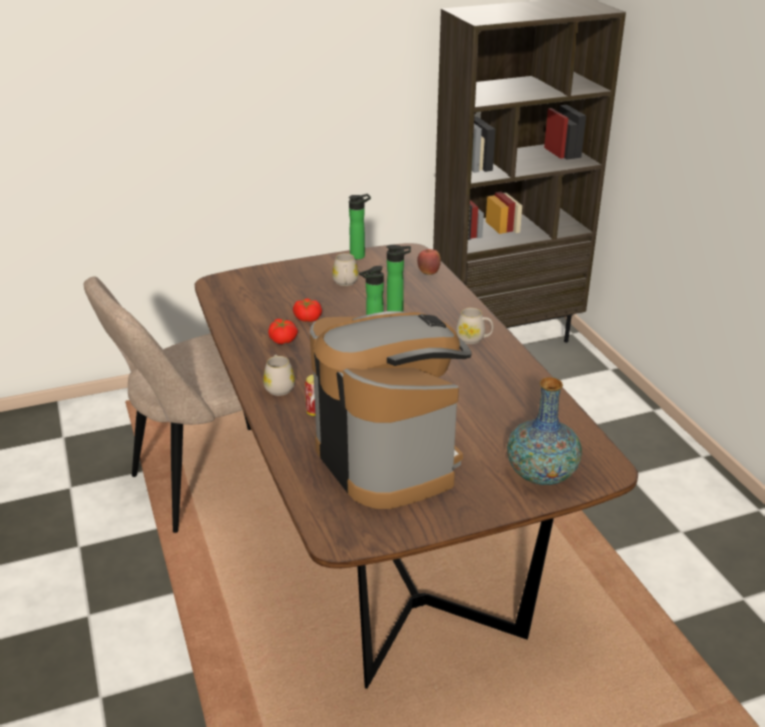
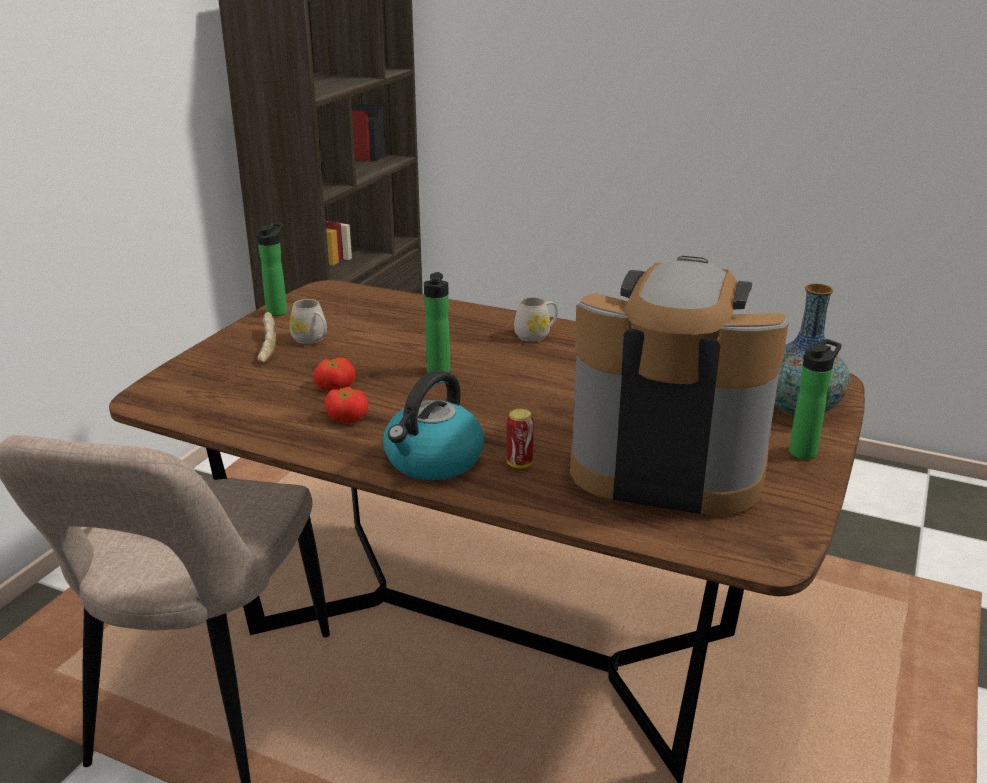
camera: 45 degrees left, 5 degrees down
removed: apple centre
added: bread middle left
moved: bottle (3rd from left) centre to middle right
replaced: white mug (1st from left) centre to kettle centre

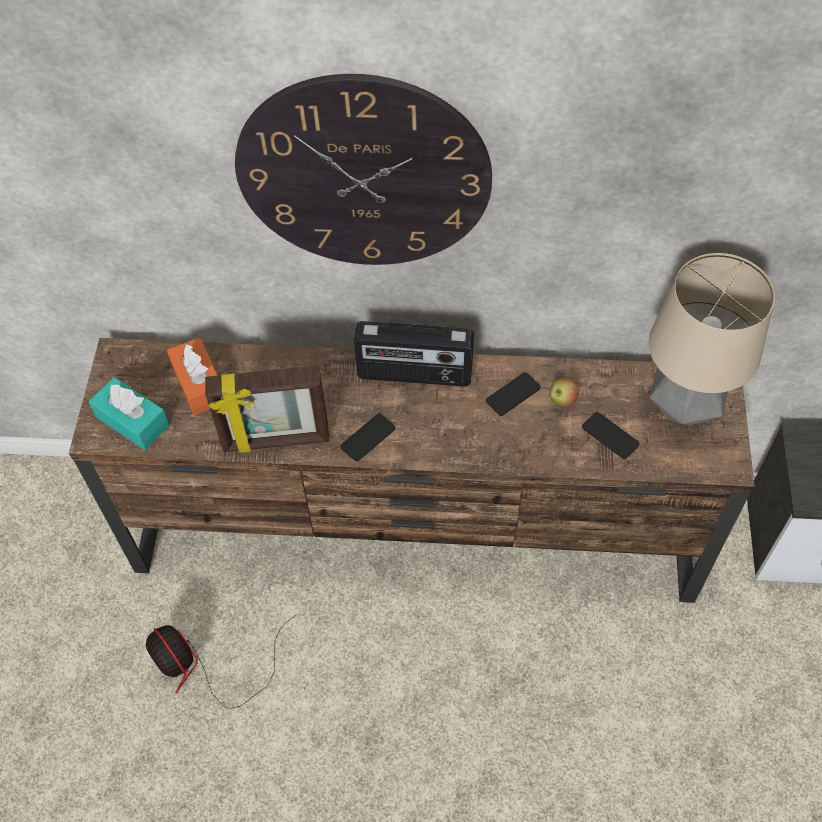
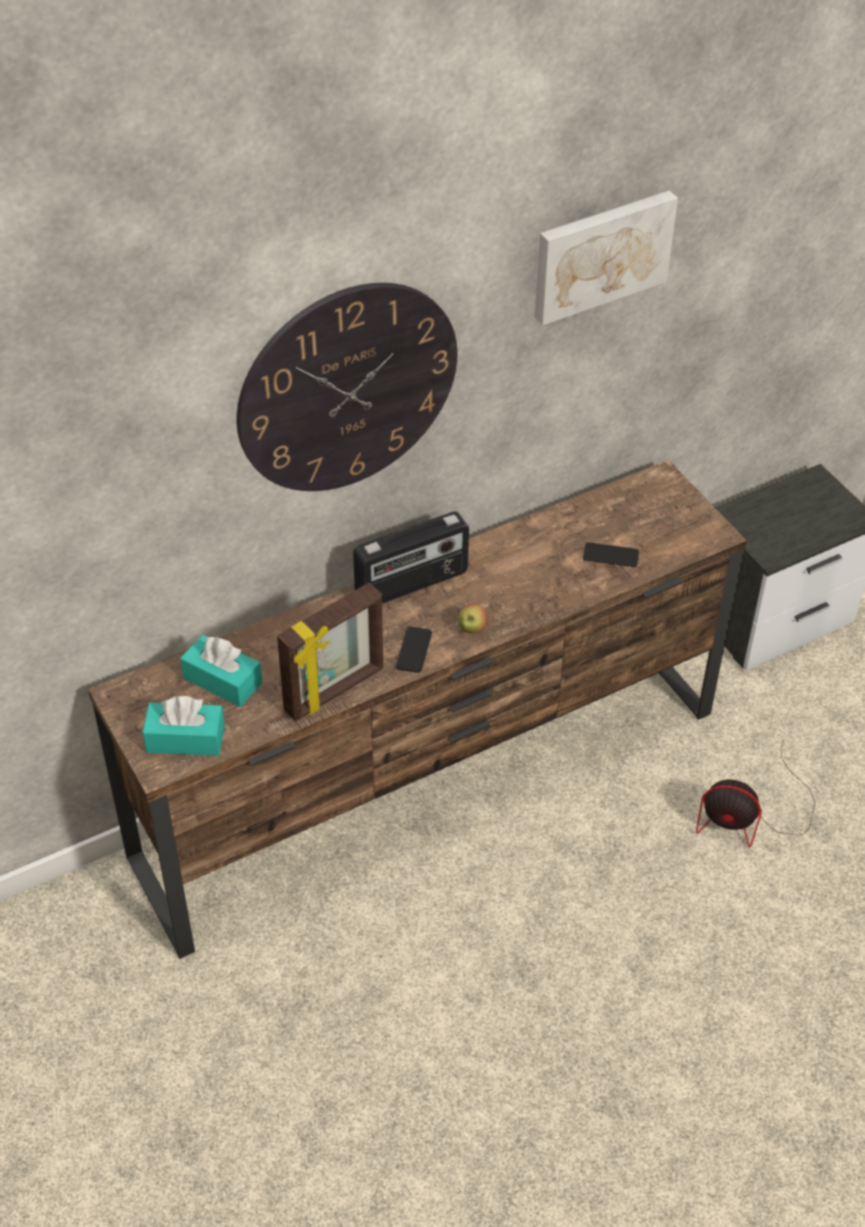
camera: 35 degrees left, 10 degrees down
removed: table lamp middle right; phone (2nd from left) centre
added: picture top right
moved: apple middle right to centre; fan bottom left to middle right
recoloured: orange tissue box middle left to turquoise tissue box (2nd from left) middle left

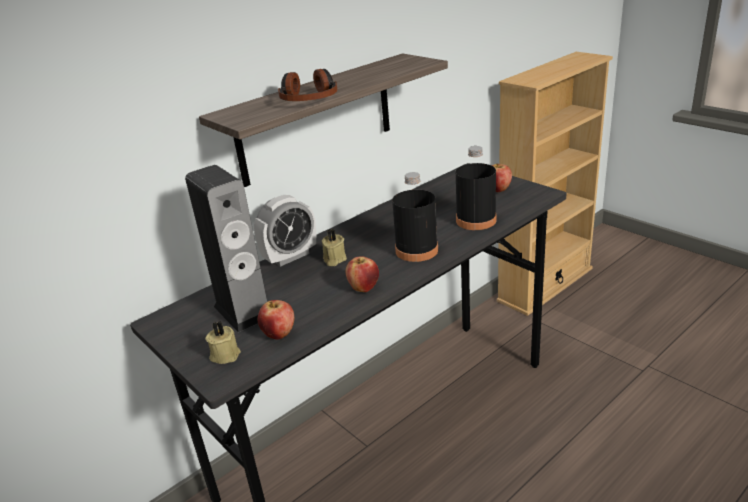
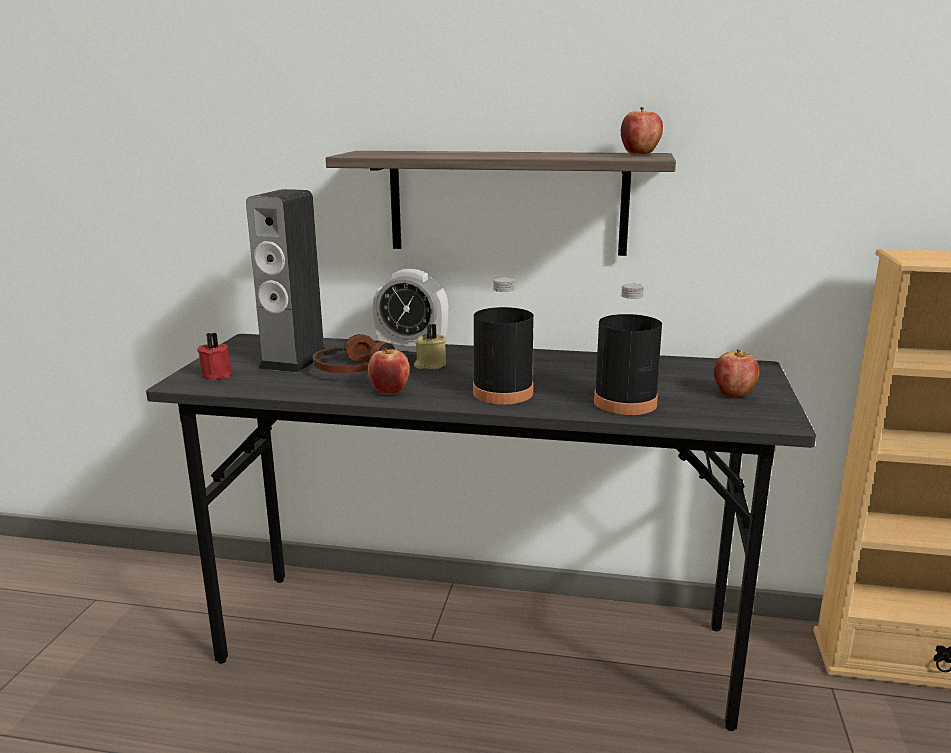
camera: 50 degrees right, 10 degrees down
moved: headphones top centre to centre; apple (1st from left in the first image) centre to apple (2nd from left) top right
recoloured: beige candle (1st from left) bottom left to red candle middle left

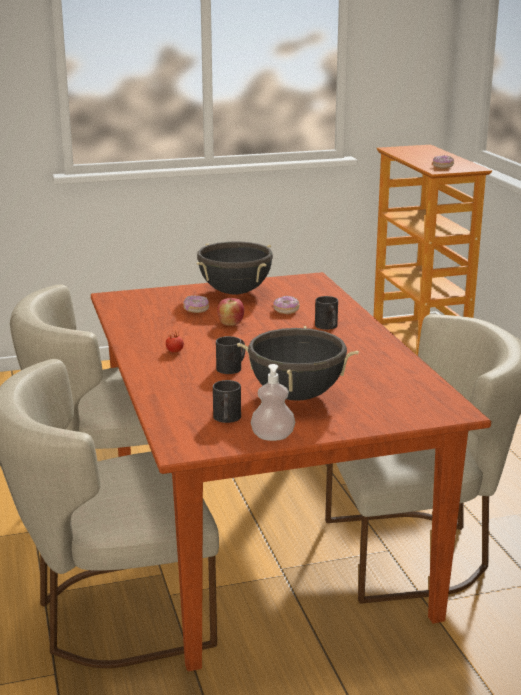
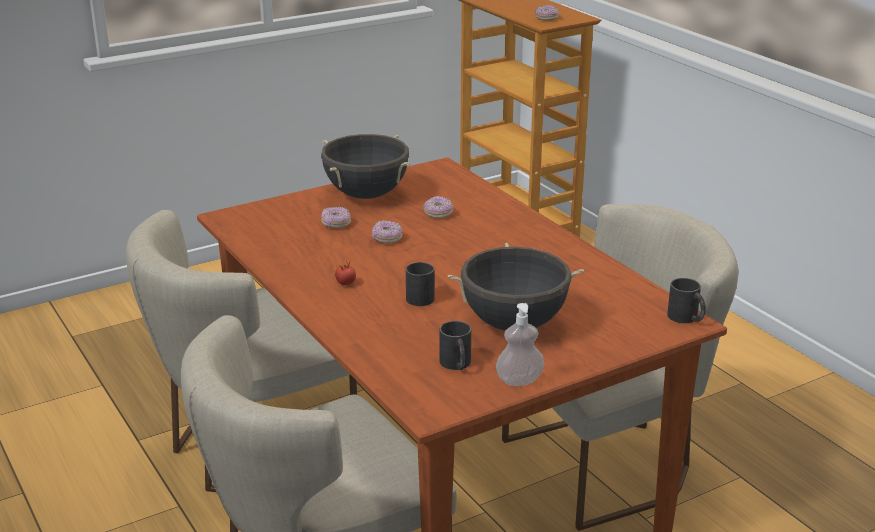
camera: 15 degrees left, 5 degrees up
moved: black mug (3rd from left) centre to middle right
replaced: apple centre to donut (2nd from left) centre

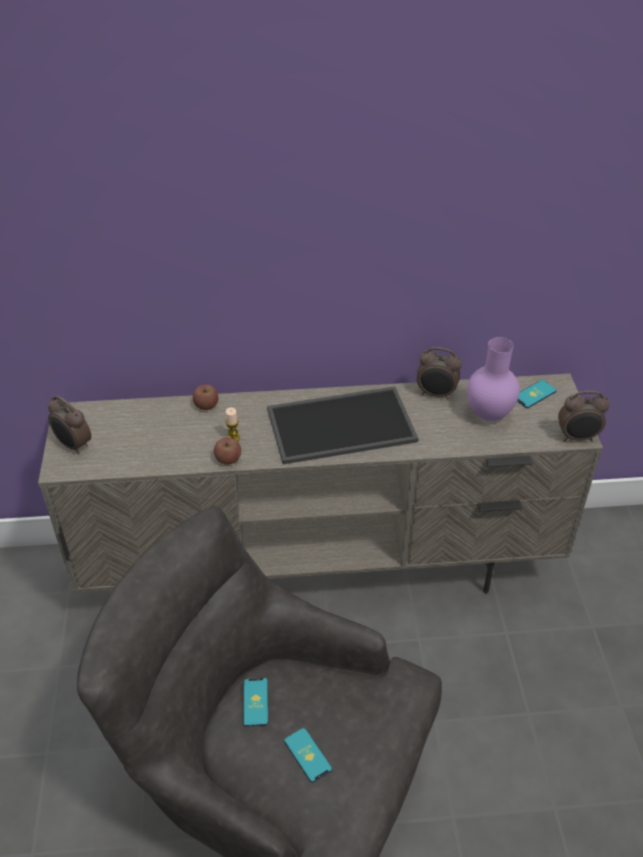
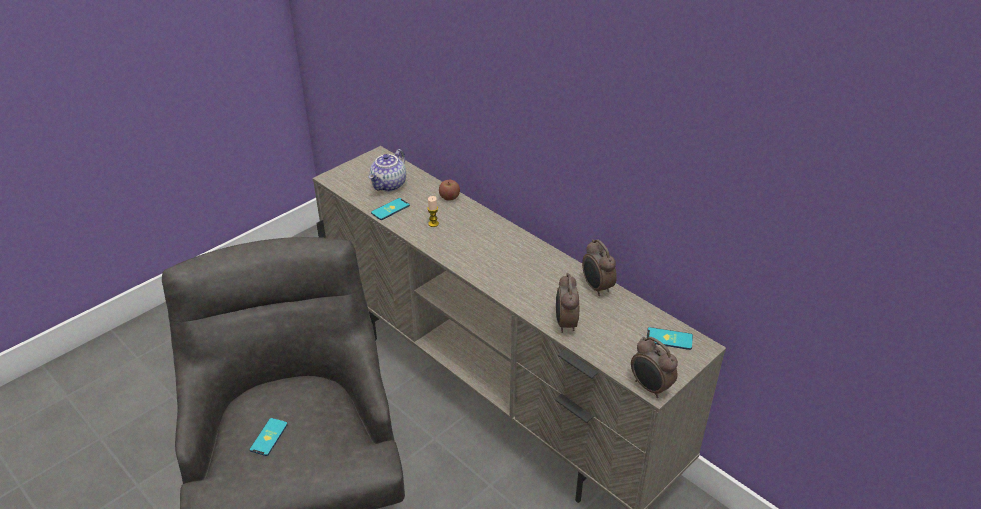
camera: 50 degrees right, 5 degrees down
removed: purple vase middle right; tray centre; apple (2nd from left) centre
added: teapot centre
moved: alarm clock (1st from left) middle left to centre; phone (1st from left in the first image) bottom centre to phone (2nd from left) centre

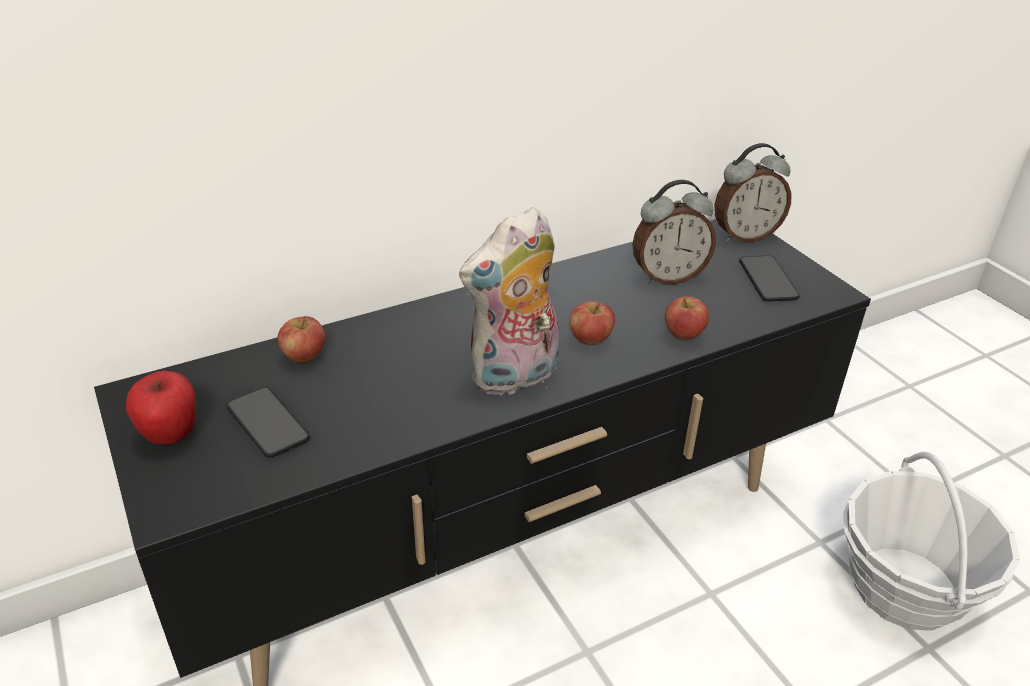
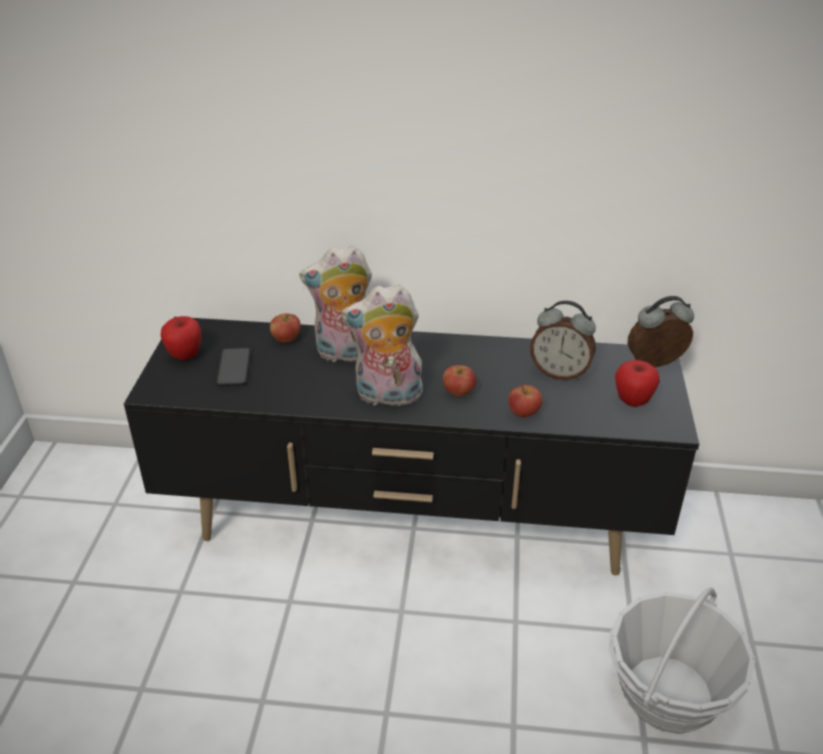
camera: 35 degrees right, 0 degrees up
added: plush toy (1st from left) centre
replaced: phone (2nd from left) middle right to apple (5th from left) middle right
turned: alarm clock (2nd from left) top right = middle right 150 degrees clockwise

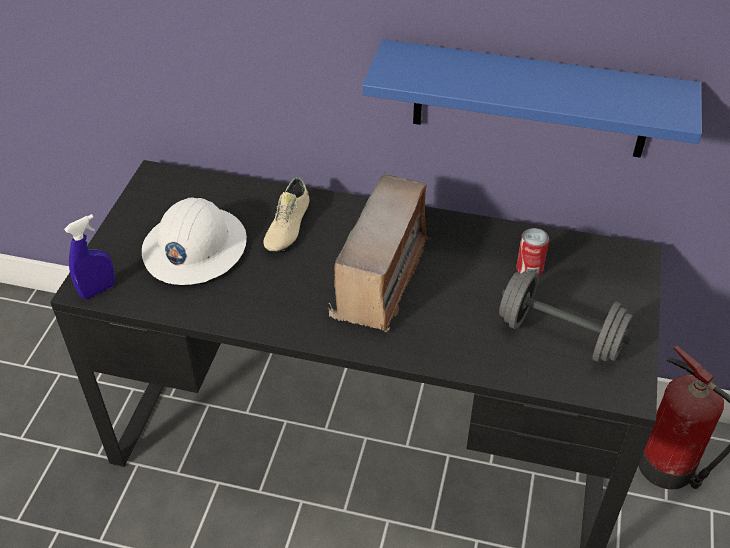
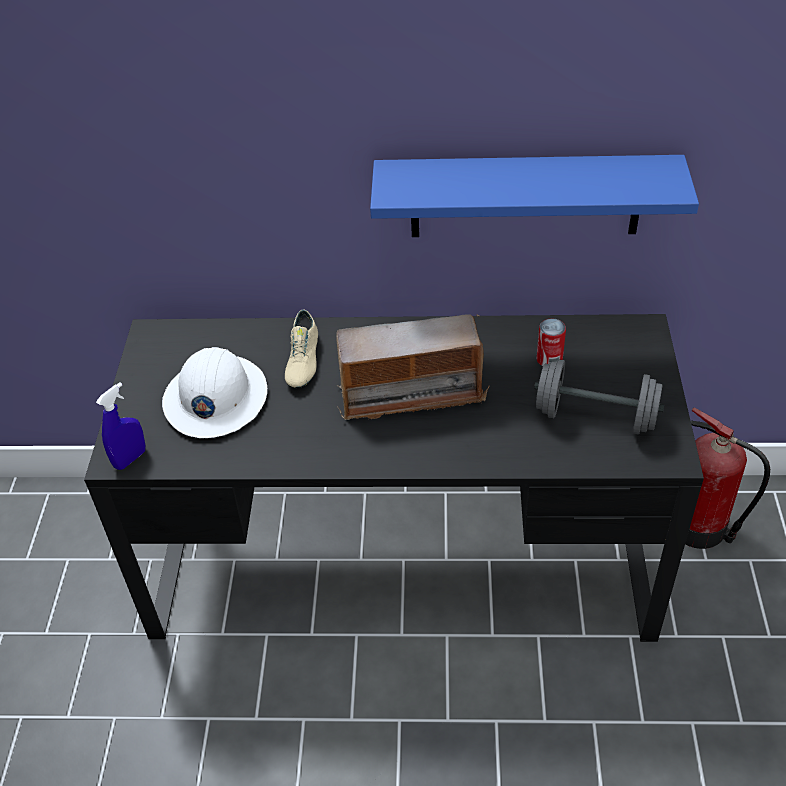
camera: 10 degrees left, 0 degrees up
turned: radio centre = centre 75 degrees clockwise

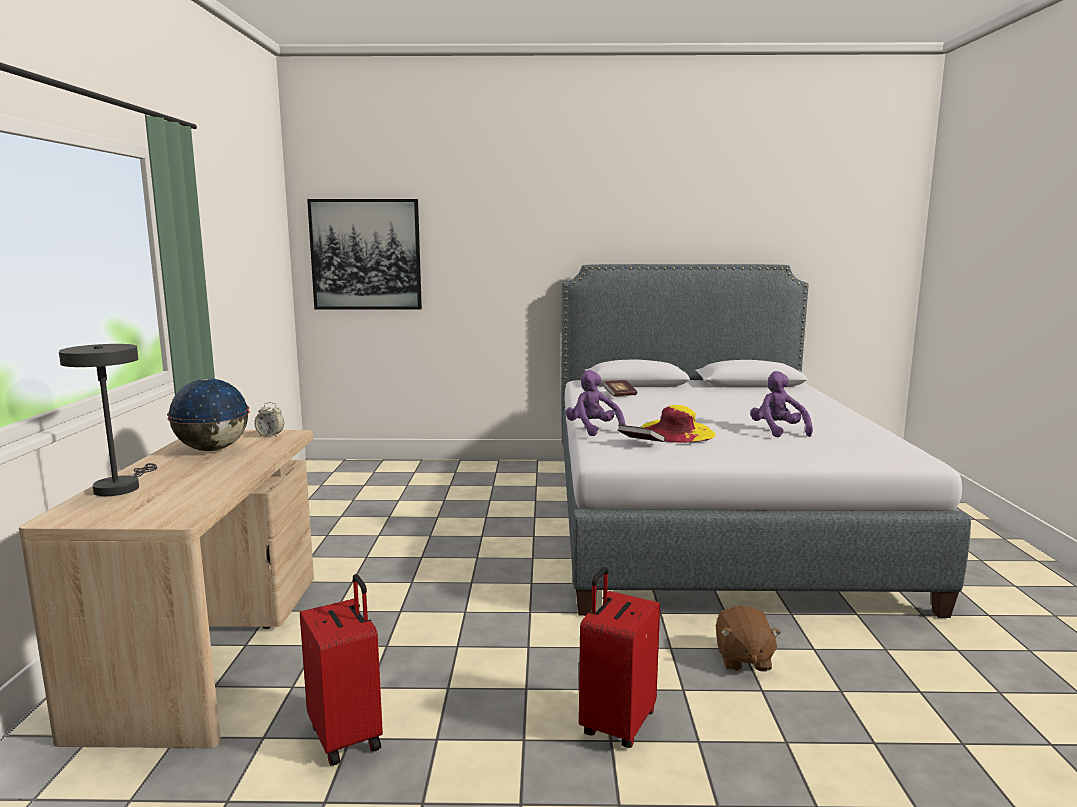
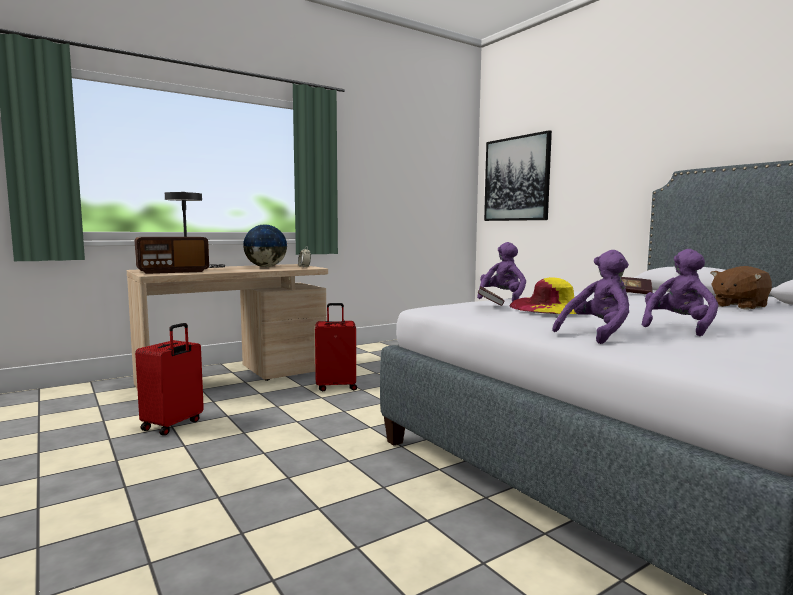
camera: 55 degrees right, 5 degrees down
added: radio middle left; purple plush toy (2nd from left) middle right
moved: red suitcase (2nd from left) bottom centre to centre; brown plush toy bottom right to middle right

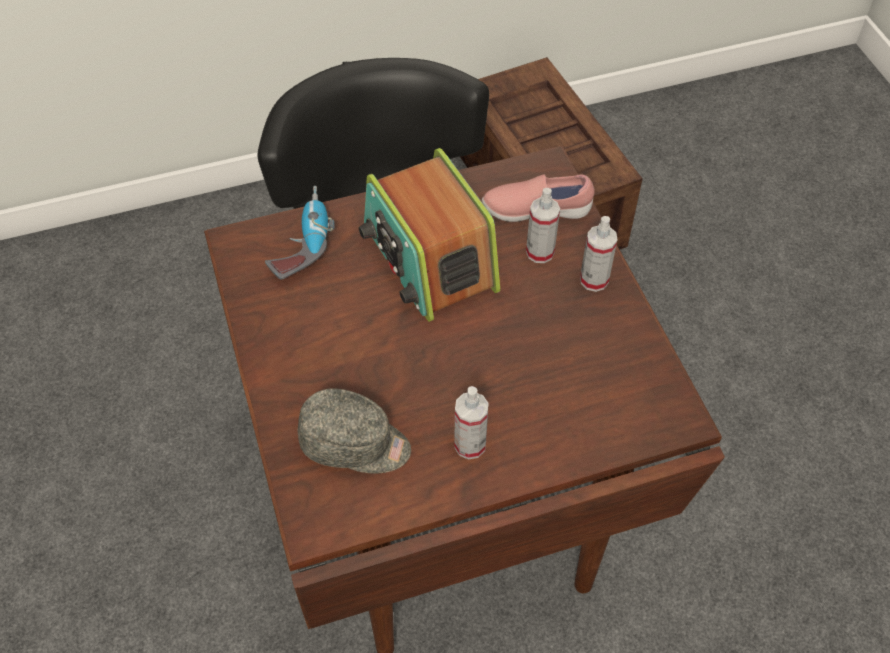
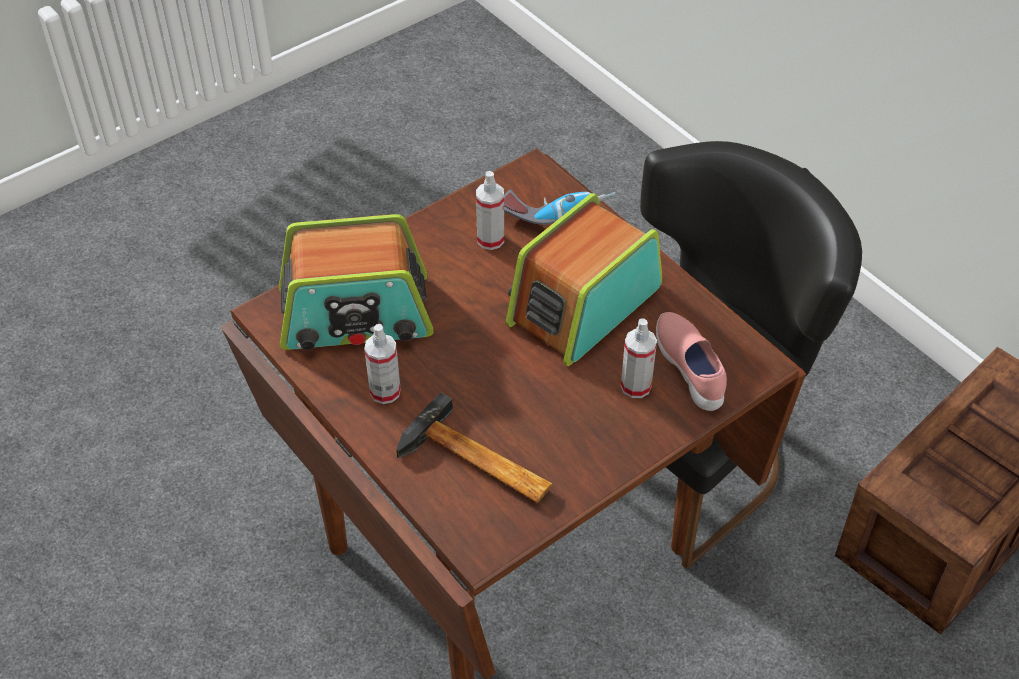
camera: 70 degrees right, 5 degrees down
added: hammer centre
moved: spray bottle (3rd from left in the first image) middle right to spray bottle (2nd from left) top centre
replaced: grey cap centre to radio (1st from left) centre

